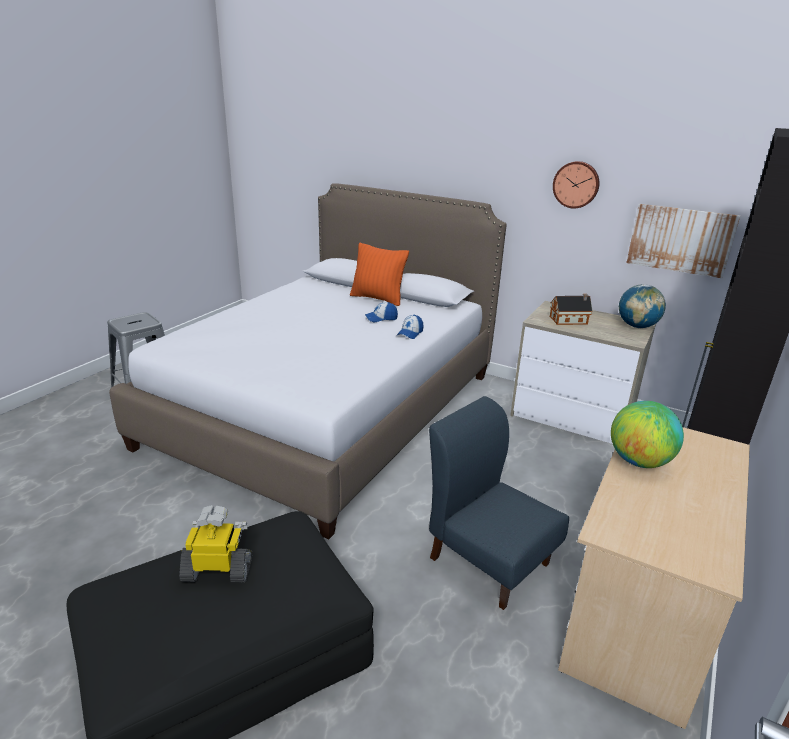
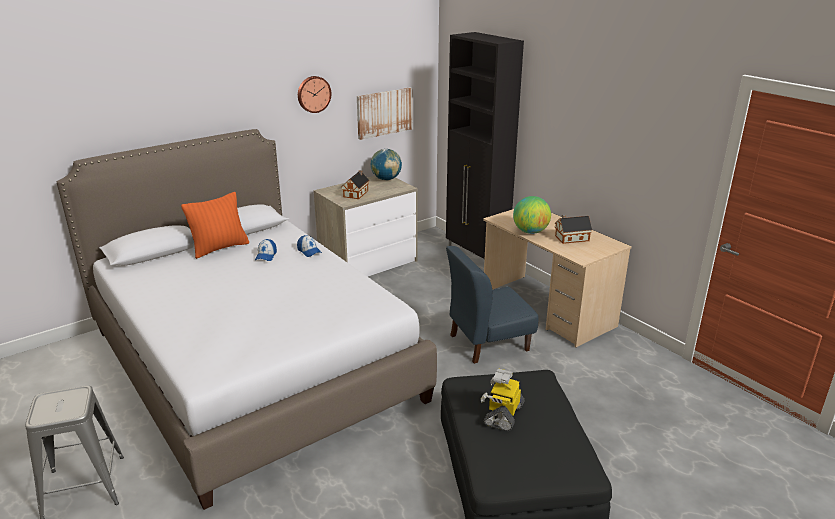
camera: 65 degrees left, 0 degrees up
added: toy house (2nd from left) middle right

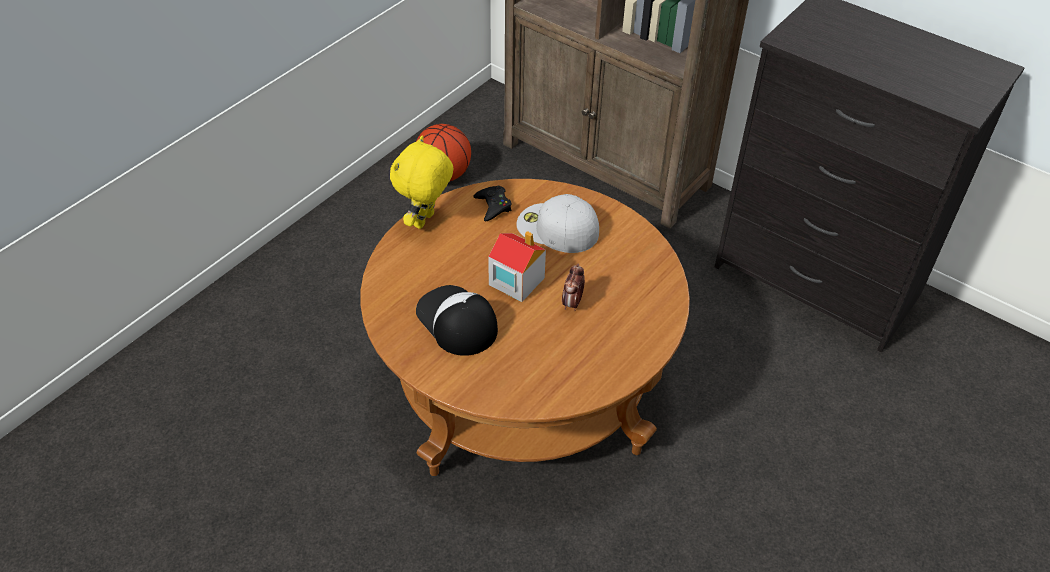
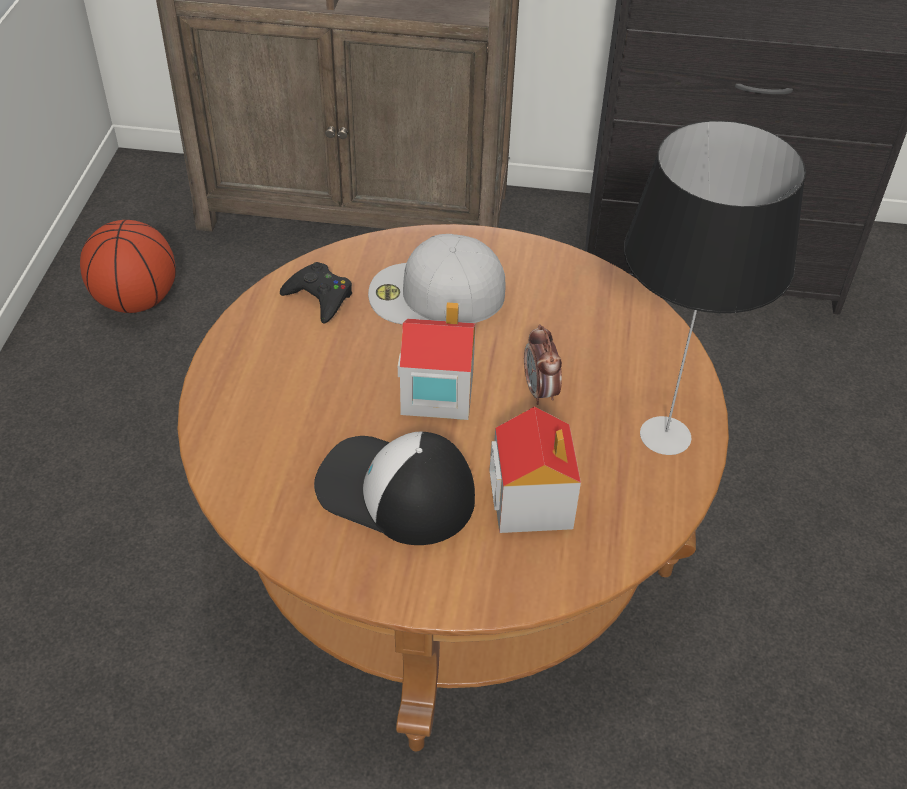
camera: 30 degrees left, 0 degrees up
removed: yellow plush toy top centre
added: table lamp middle right; toy house (2nd from left) centre

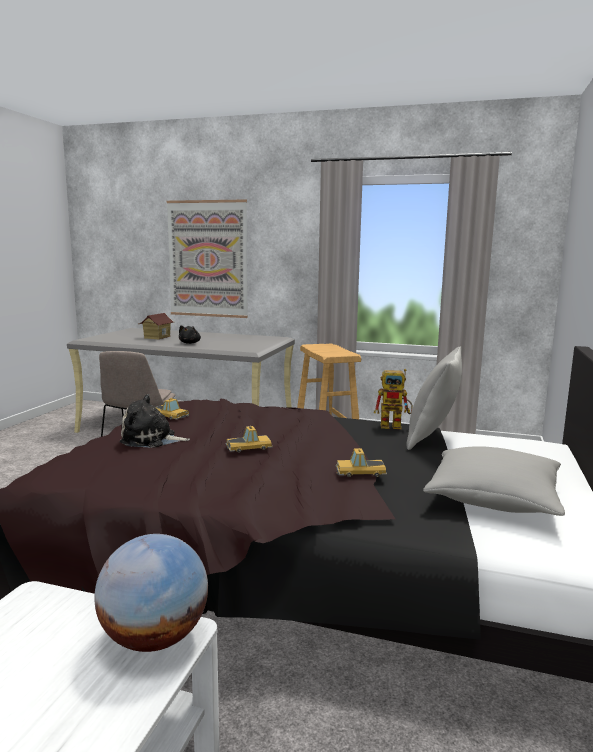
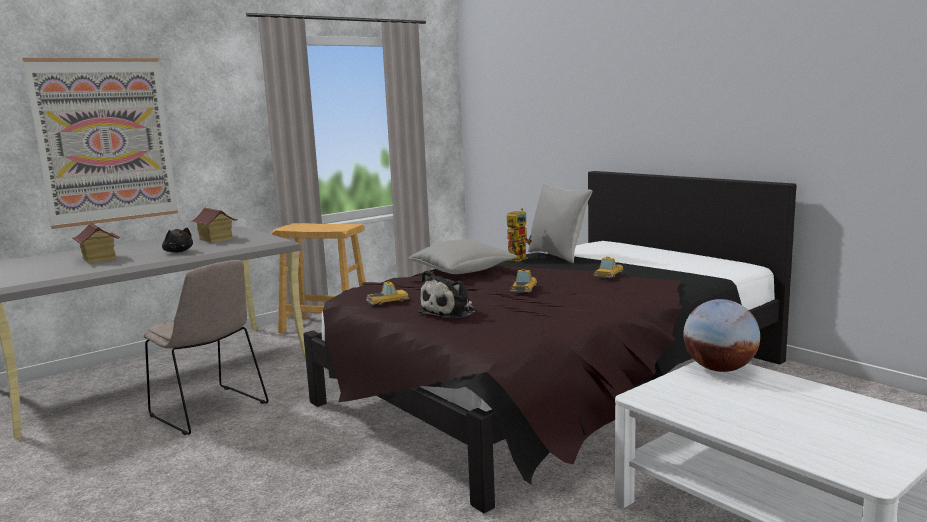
camera: 55 degrees left, 0 degrees up
added: toy house (2nd from left) middle left
moved: grey pillow (2nd from left in the first image) middle right to grey pillow (1st from left) centre

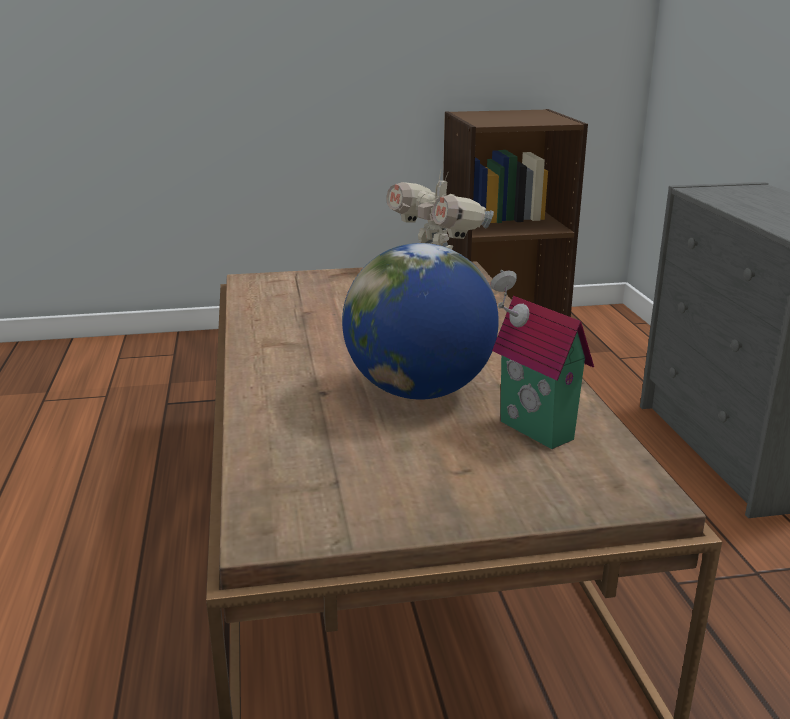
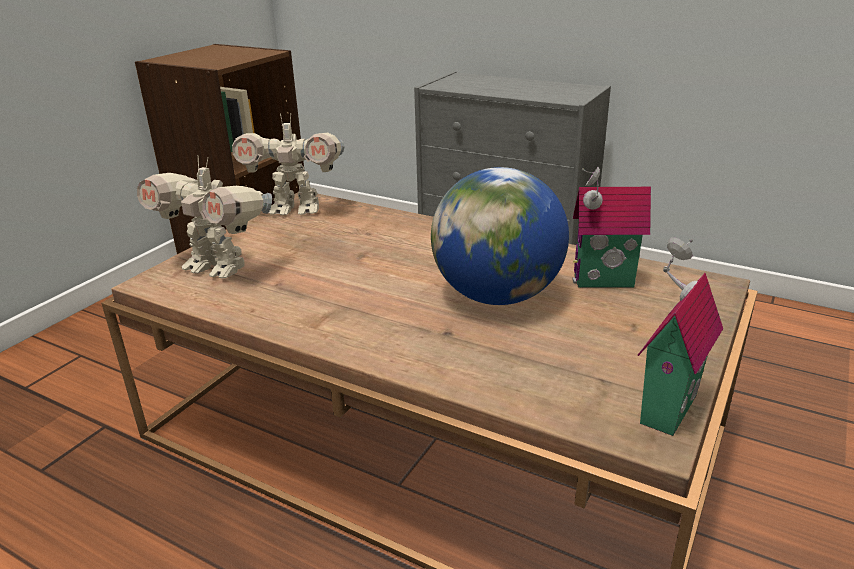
camera: 50 degrees left, 5 degrees up
added: toy robot (1st from left) middle left; toy house (2nd from left) middle right

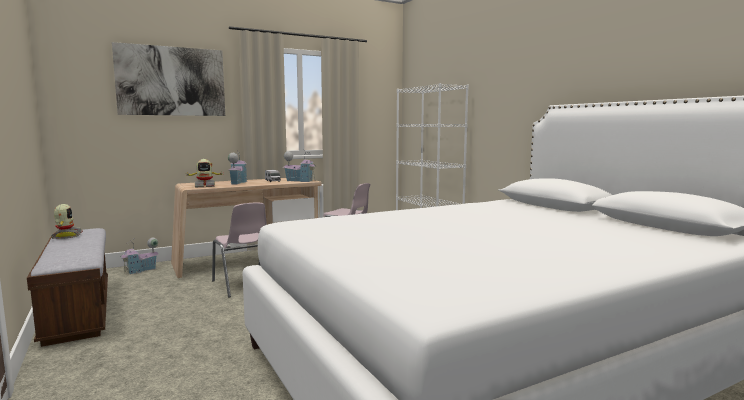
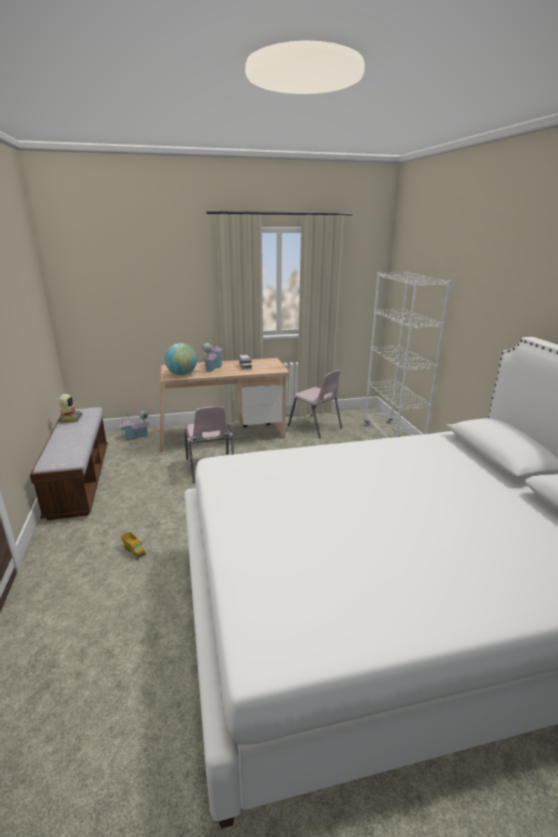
camera: 15 degrees right, 15 degrees up
removed: picture top left; toy house (3rd from left) centre
added: toy truck (1st from left) middle left
replaced: toy robot (2nd from left) middle left to globe middle left

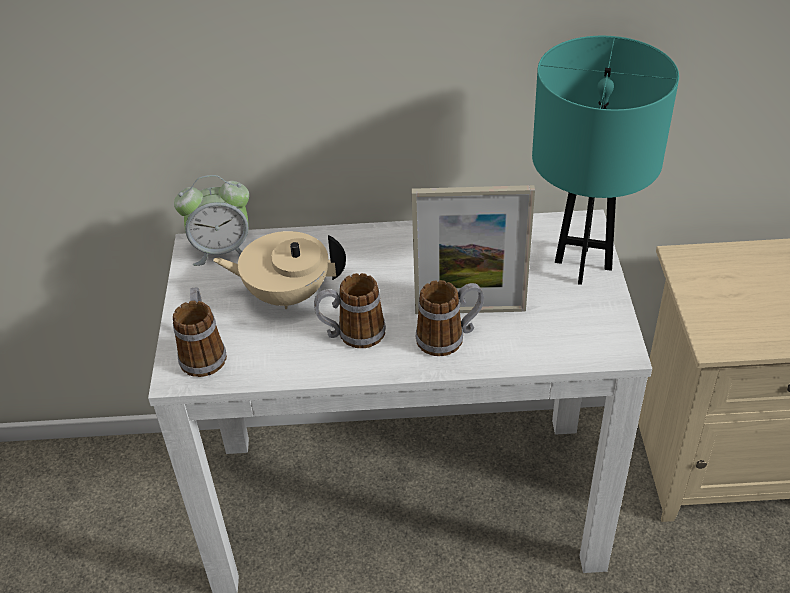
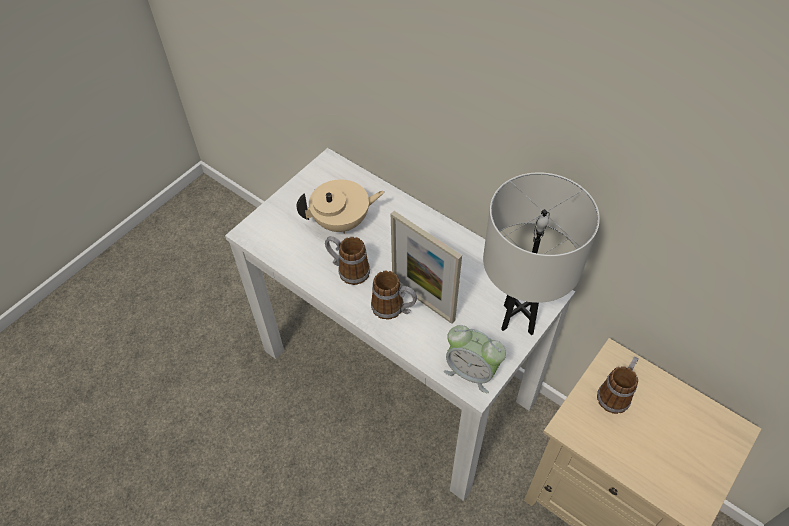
camera: 40 degrees right, 10 degrees up
moved: alarm clock middle left to bottom centre; mug (1st from left in the first image) middle left to mug (3rd from left) bottom right
recoloured: turquoise table lamp top right to white table lamp middle right
turned: beige teapot centre = centre 120 degrees clockwise

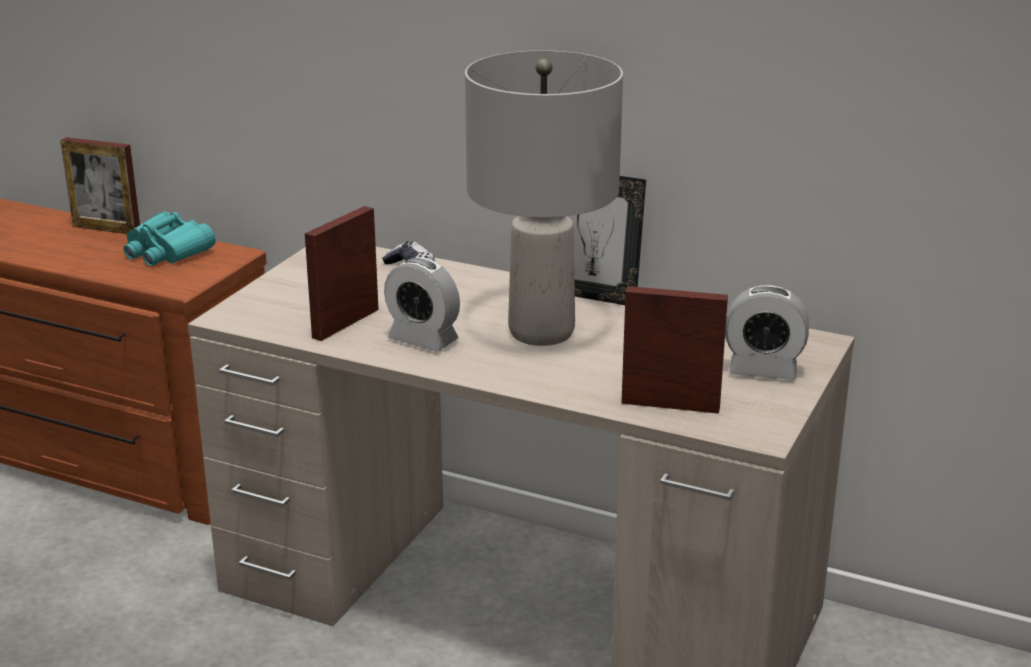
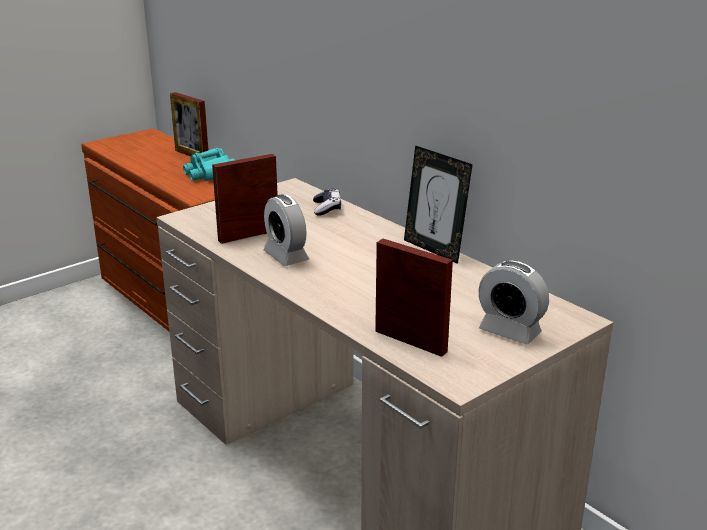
camera: 25 degrees right, 0 degrees up
removed: grey table lamp top centre

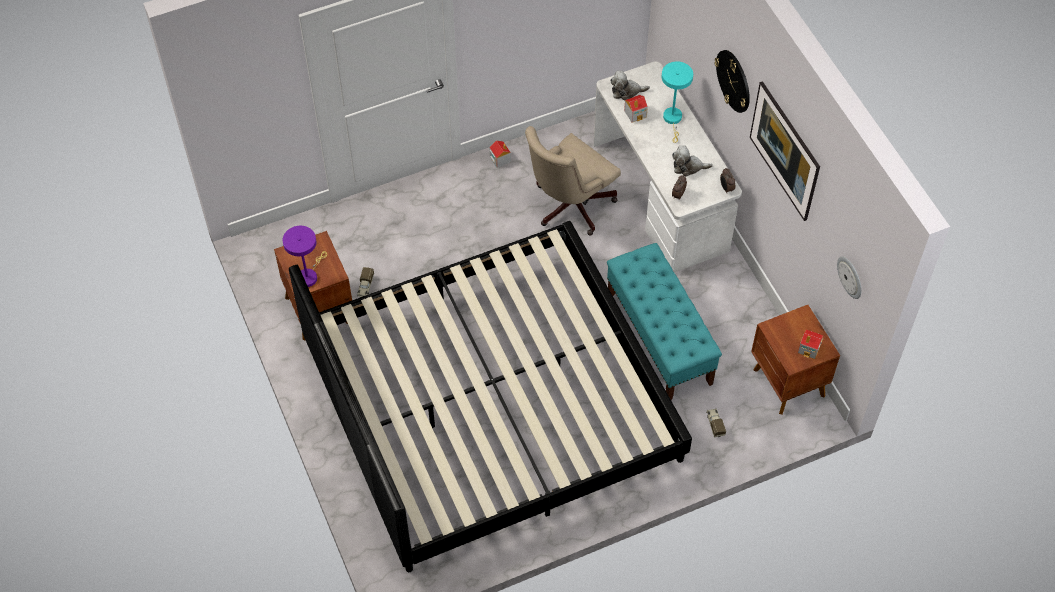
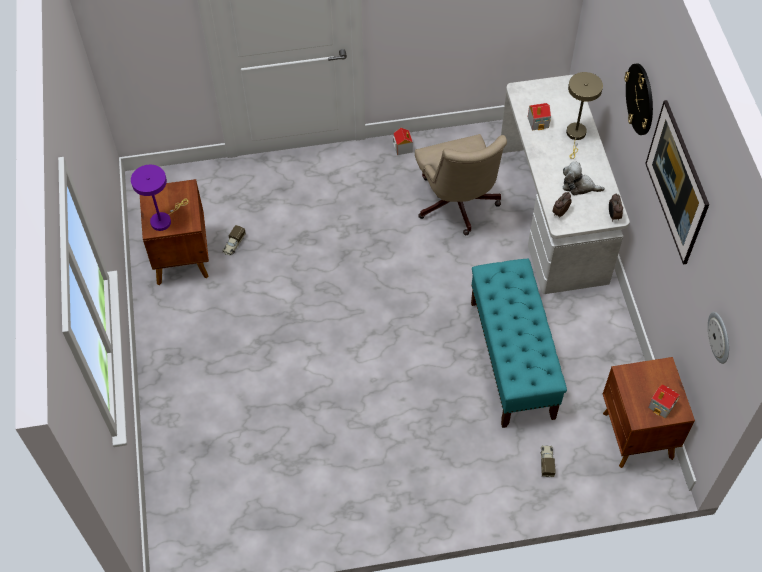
camera: 15 degrees right, 0 degrees up
removed: plush toy (1st from left) top centre; bed bottom centre
recoloured: turquoise table lamp top centre to beige table lamp top right
turned: beige office chair top centre = top centre 75 degrees counterclockwise

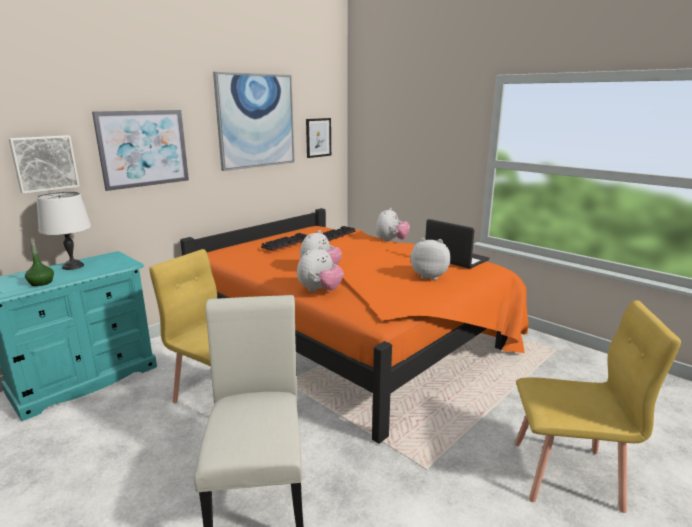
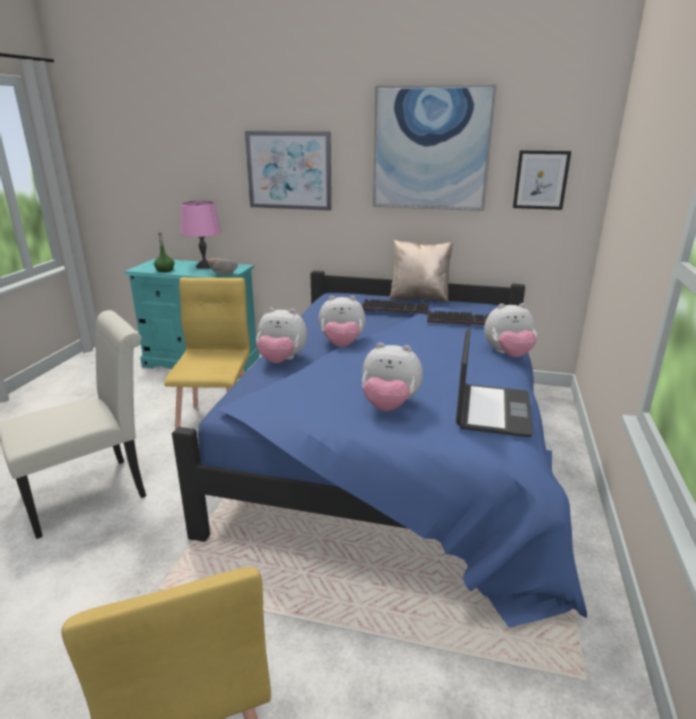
camera: 60 degrees right, 5 degrees up
removed: picture (1st from left) top left
added: beige pillow centre; bowl middle left
recoloured: white table lamp middle left to pink table lamp top left; orange bed centre to blue bed centre
turned: plush toy (4th from left in the first image) centre = centre 120 degrees clockwise

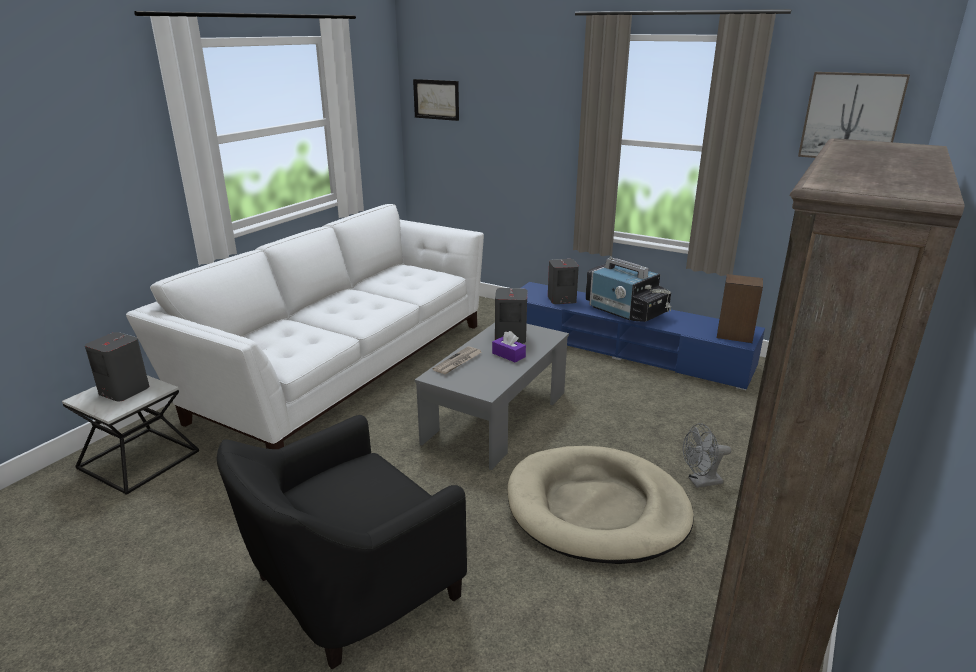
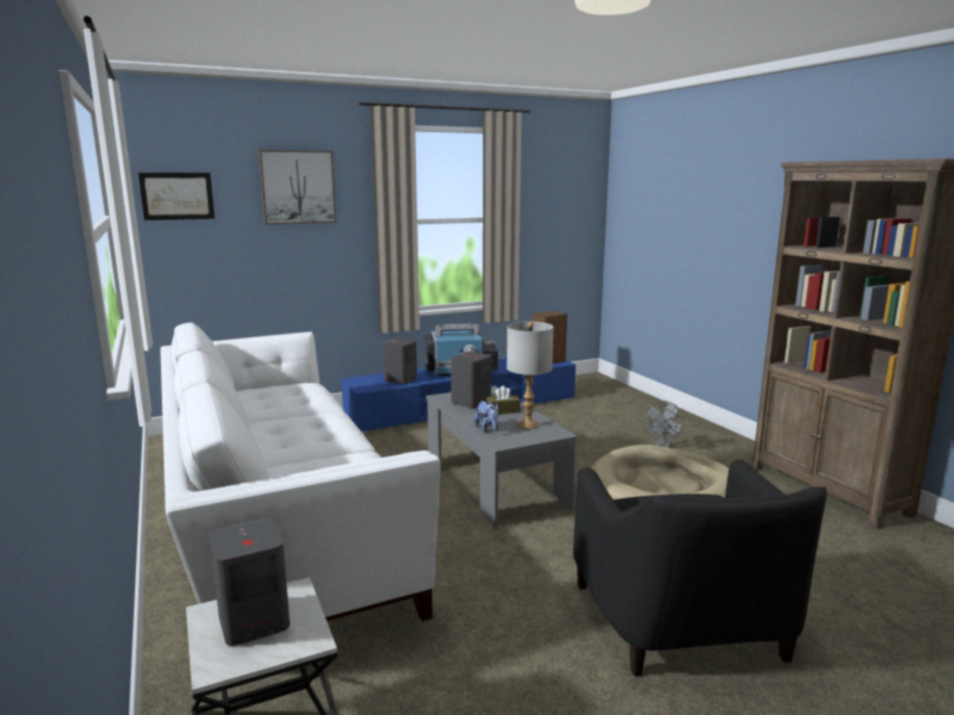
camera: 55 degrees left, 10 degrees down
added: grey table lamp centre
moved: picture (2nd from left) top right to top left
replaced: newspaper centre to plush toy centre
recoloured: purple tissue box centre to brown tissue box centre

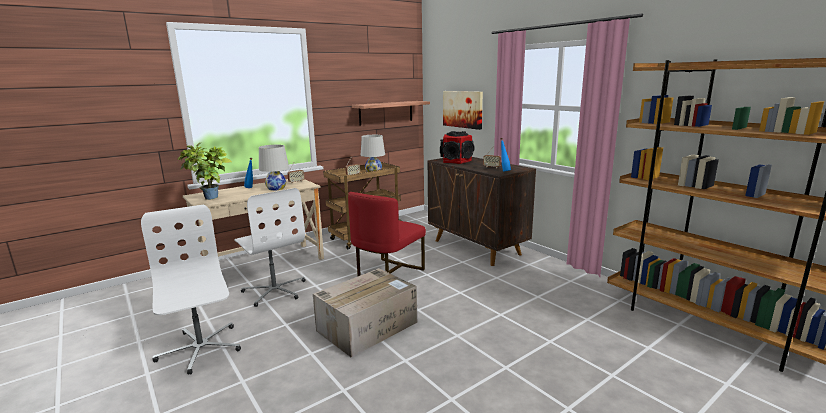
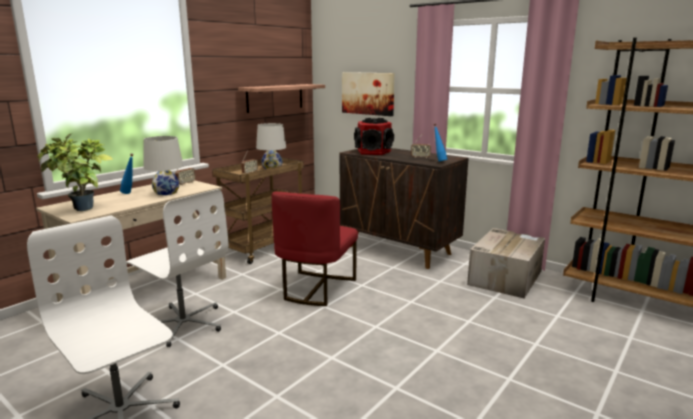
camera: 15 degrees left, 0 degrees up
moved: cardboard box bottom centre to middle right

